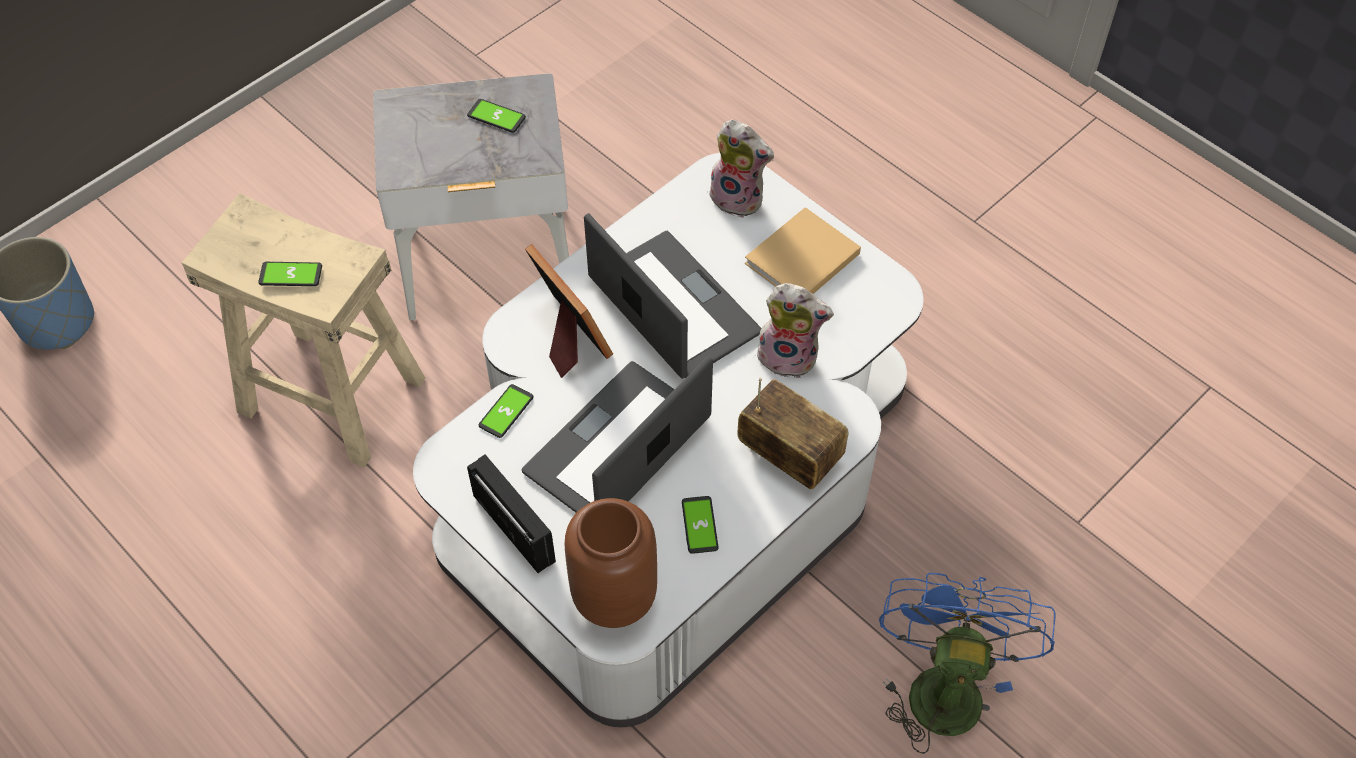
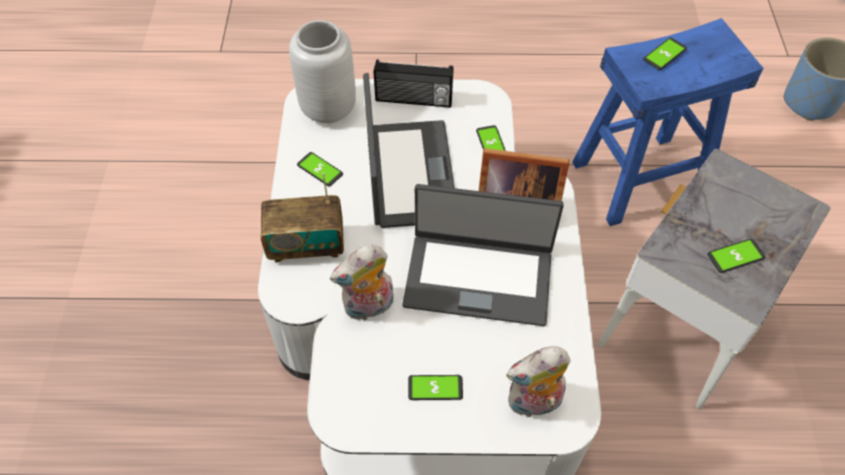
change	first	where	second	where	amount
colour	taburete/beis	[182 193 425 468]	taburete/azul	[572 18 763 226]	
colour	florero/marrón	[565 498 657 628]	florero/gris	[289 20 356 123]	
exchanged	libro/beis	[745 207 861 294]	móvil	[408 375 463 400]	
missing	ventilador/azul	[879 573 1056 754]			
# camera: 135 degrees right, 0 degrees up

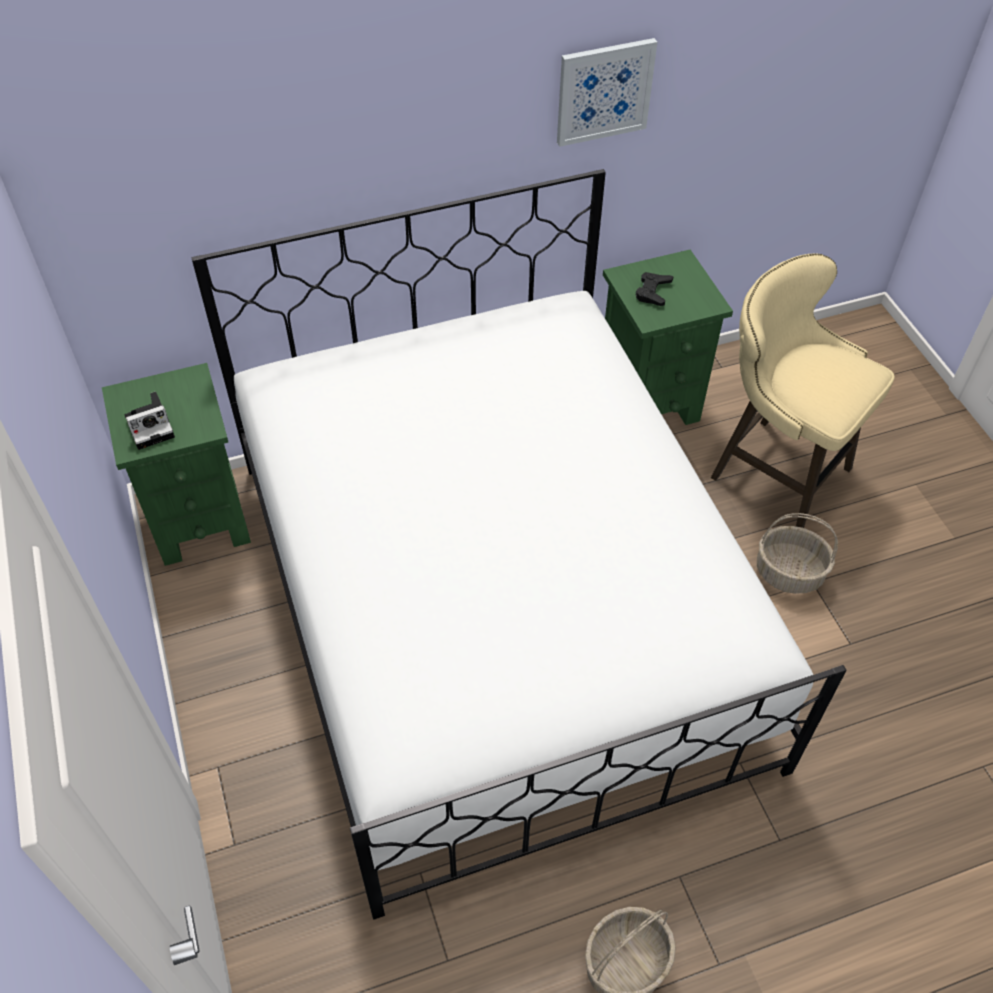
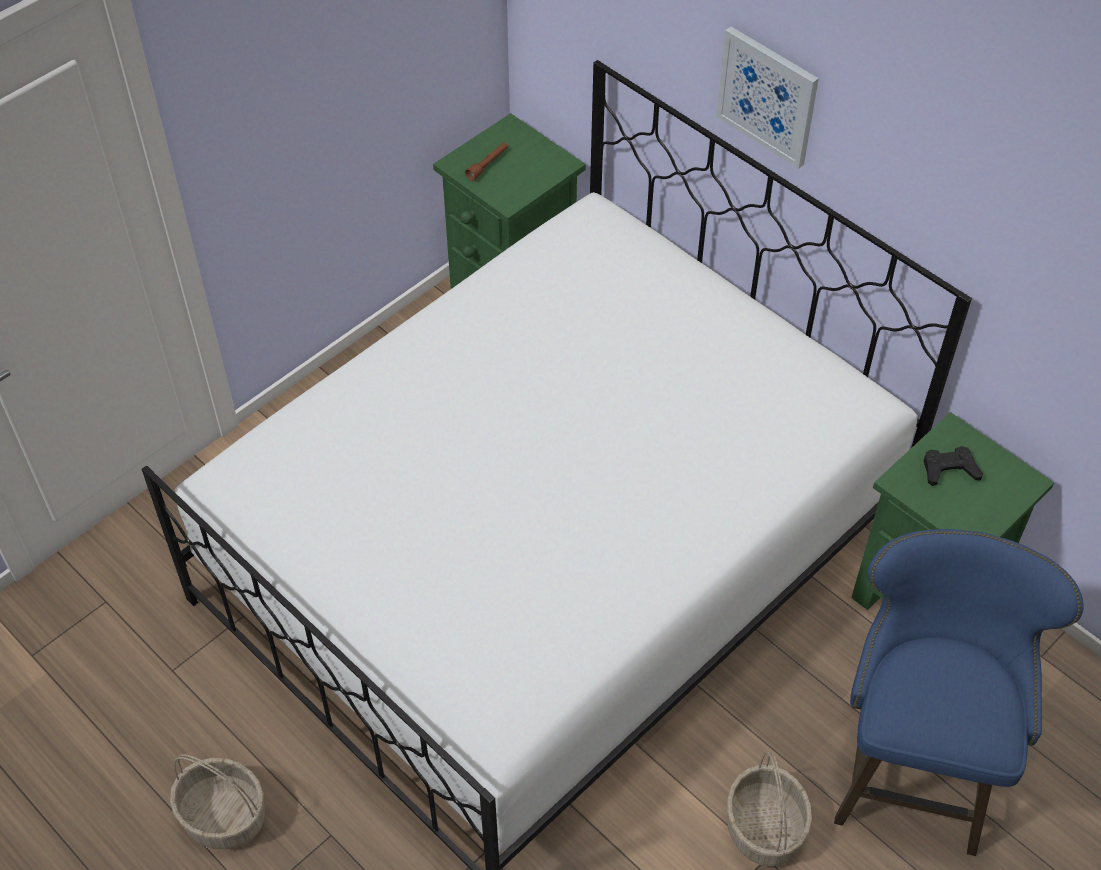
change	first	where	second	where	amount
exchanged	cámara	[125 392 175 450]	linterna/marrón	[465 142 508 181]	
relocated	cuadro	[557 38 657 147]		[716 27 819 169]	
colour	taburete/beis	[711 253 895 528]	taburete/azul	[834 529 1084 856]	
# camera: 65 degrees right, 0 degrees up

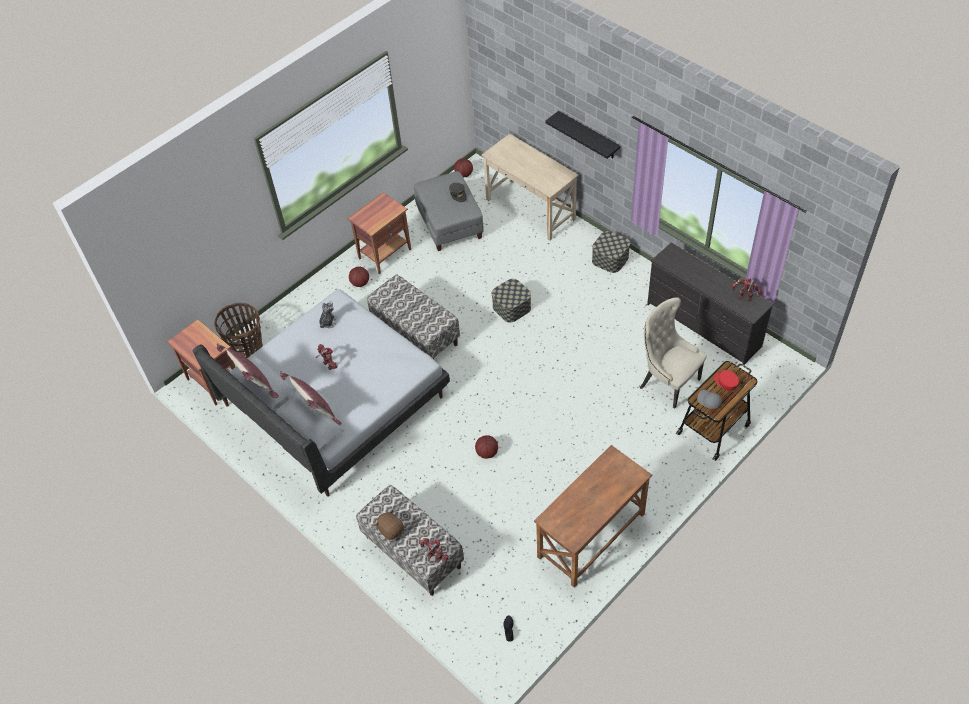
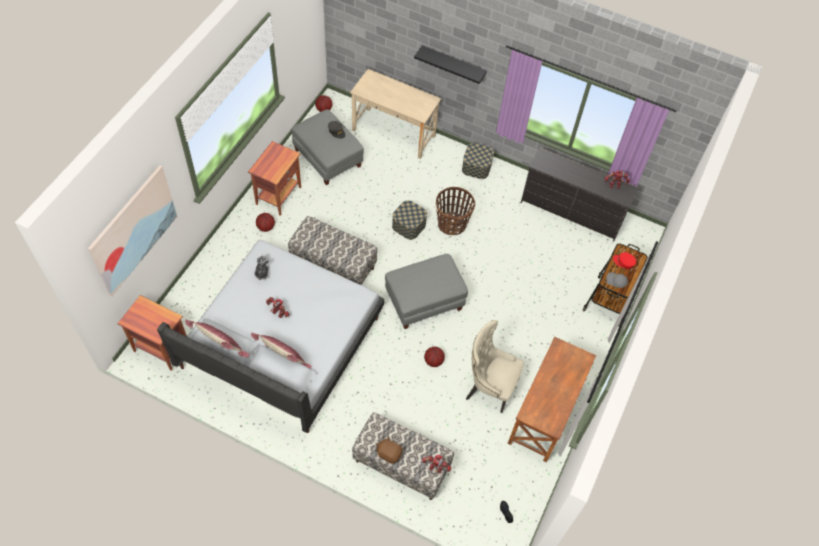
change	first	where	second	where	amount
relocated	cesta	[214 303 263 358]		[436 187 475 235]	
relocated	silla/beis	[640 297 707 408]		[466 320 524 413]	
appeared			cuadro	[88 165 177 296]	
appeared			puf/gris	[385 254 468 329]	
# camera: 25 degrees left, 5 degrees up

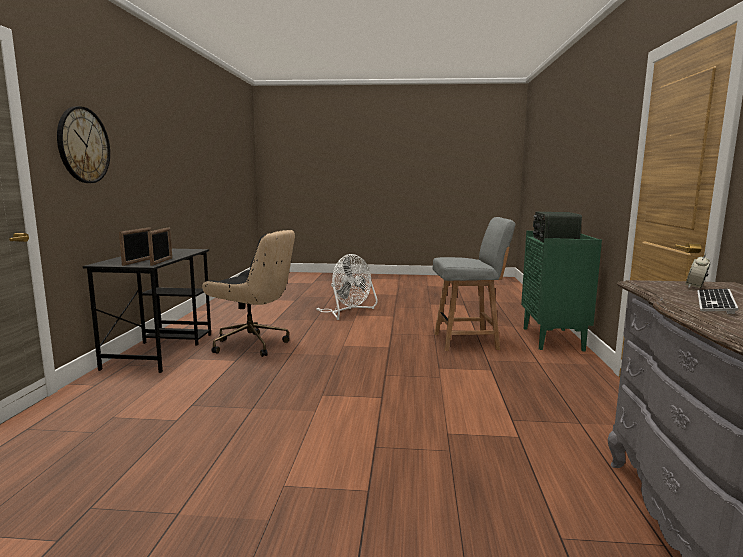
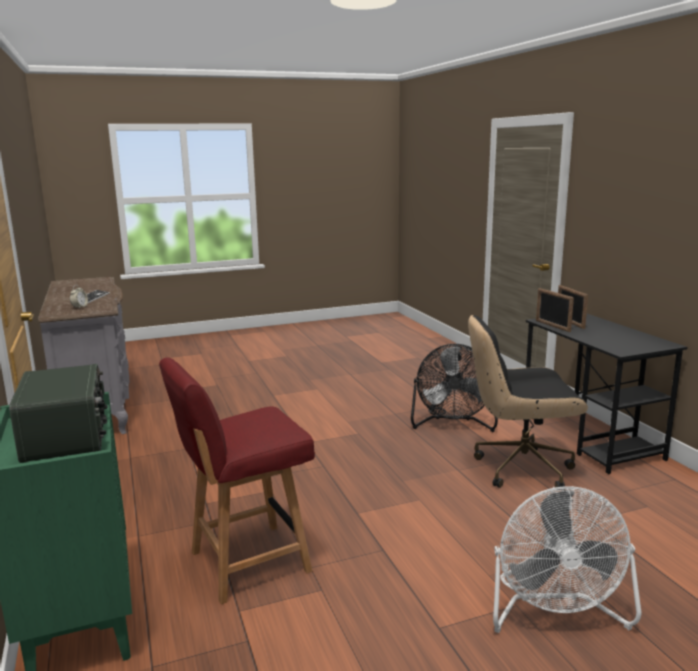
change	first	where	second	where	amount
missing	reloj de pared	[57 106 110 183]			
spun	ventilador/blanco	[316 254 378 320]		[493 486 642 633]	105 degrees counterclockwise
colour	silla/gris	[432 217 515 351]	silla/rojo	[159 357 315 604]	
appeared			ventilador/negro	[411 344 498 432]	
# camera: 155 degrees right, 5 degrees up

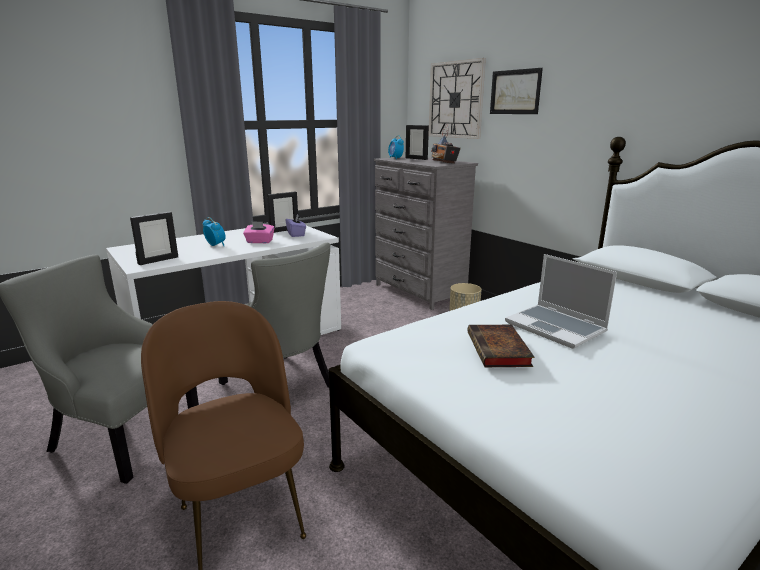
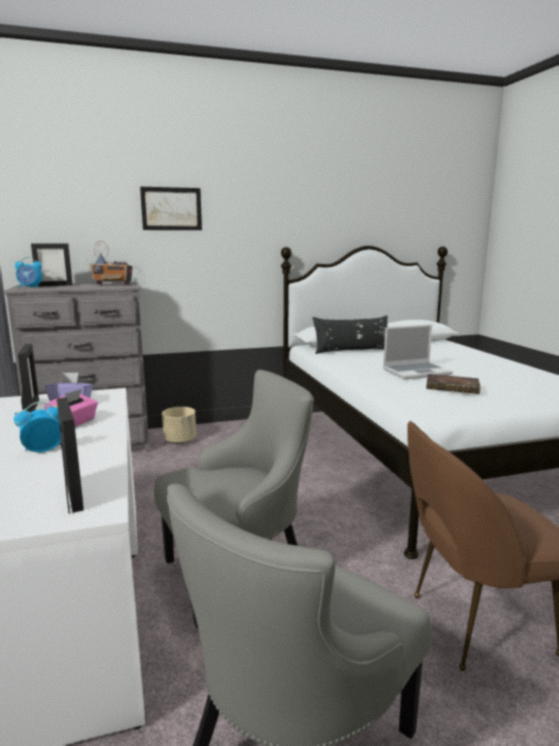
change	first	where	second	where	amount
missing	reloj de pared	[428 58 486 139]			
appeared			cojín/negro	[313 315 388 354]	
# camera: 70 degrees left, 5 degrees down

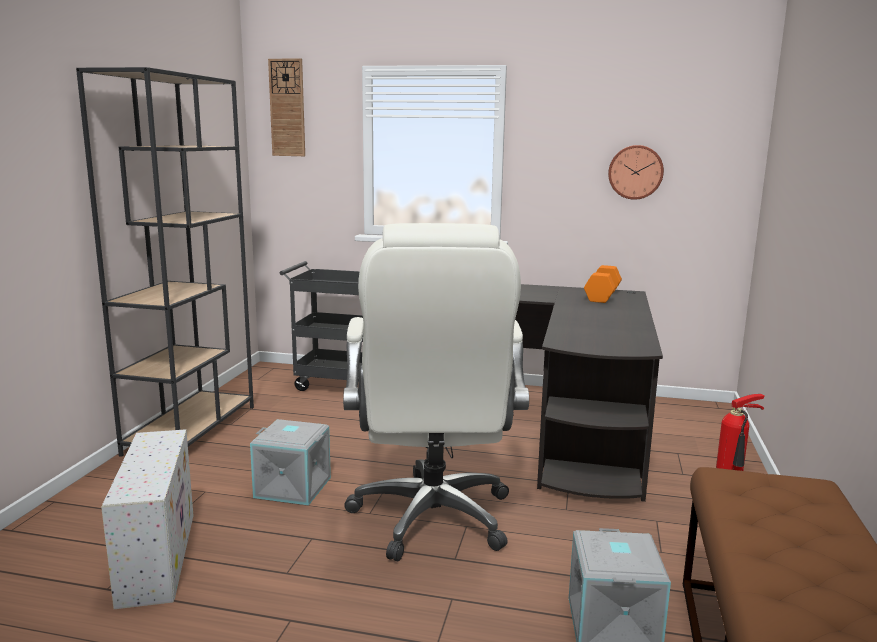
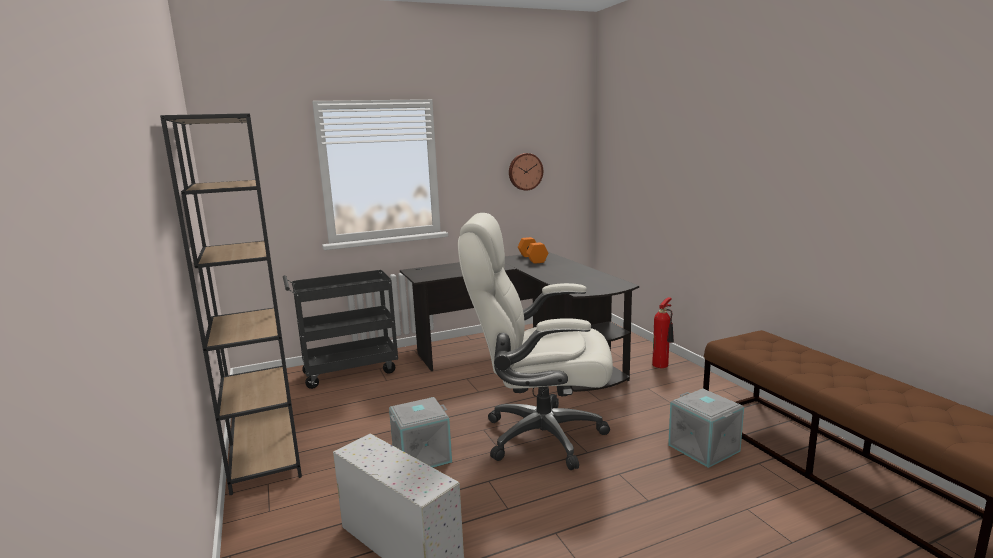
change	first	where	second	where	amount
missing	reloj de pared	[268 58 305 156]			
spun	silla de oficina/blanco	[343 223 529 562]		[458 213 613 470]	135 degrees clockwise
# camera: 35 degrees left, 0 degrees up

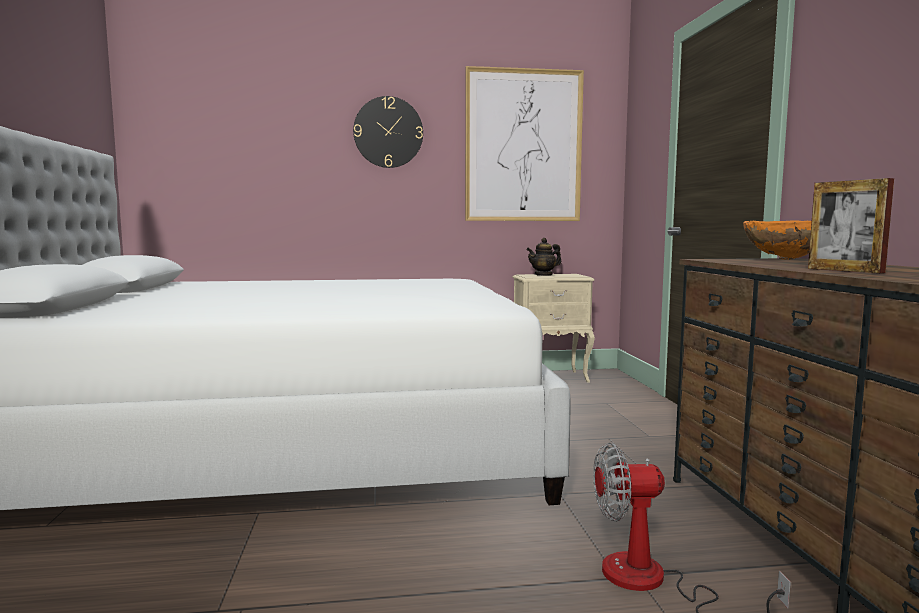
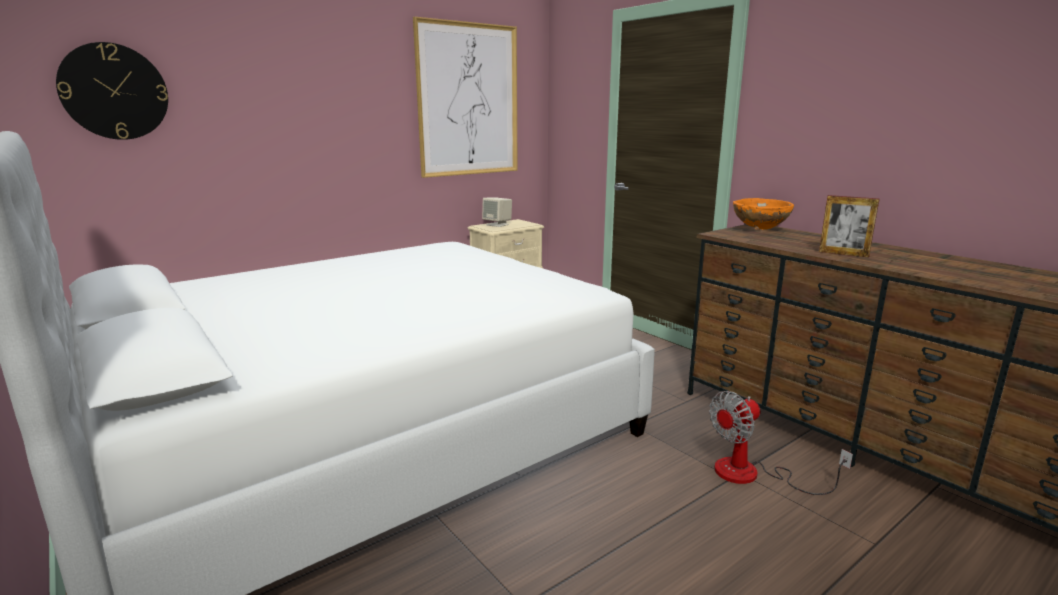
change	first	where	second	where	amount
relocated	reloj de pared	[353 96 423 168]		[56 42 168 140]	
exchanged	tetera	[526 238 561 276]	altavoz/beis	[482 198 512 227]	
# camera: 30 degrees left, 10 degrees up

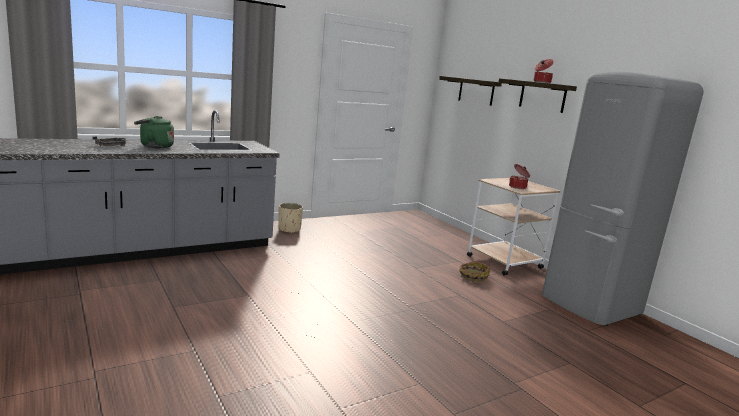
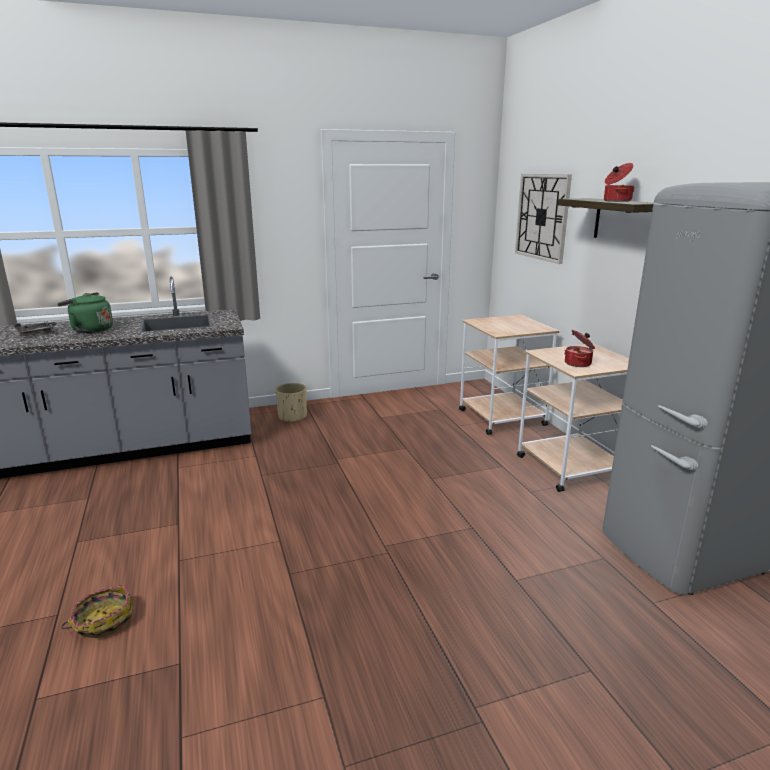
change	first	where	second	where	amount
exchanged	estante	[439 76 502 106]	reloj de pared	[515 174 572 264]	
relocated	cesta	[459 261 490 282]		[61 585 133 638]	
appeared			carrito/beis	[459 315 559 435]	
# camera: 15 degrees right, 5 degrees up

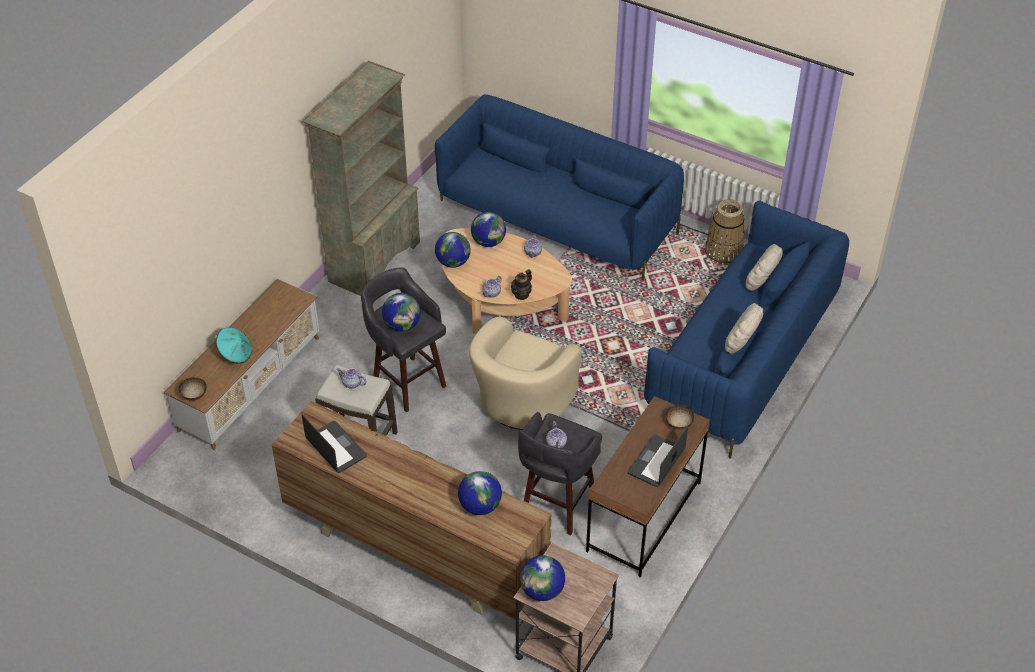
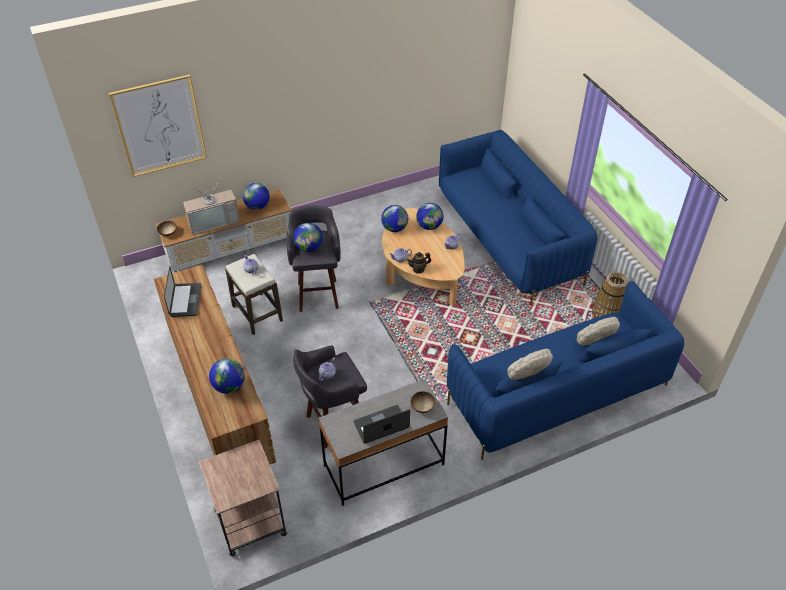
change	first	where	second	where	amount
exchanged	sombrero/turquesa	[214 328 252 364]	televisor	[183 176 240 235]	
missing	estantería/verde	[301 61 420 296]			
missing	sillón/beis	[469 317 582 430]			
relocated	globo terráqueo	[520 555 565 601]		[243 183 270 210]	
colour	escritorio/marrón	[586 396 710 578]	escritorio/gris	[319 379 448 506]	
appeared			cuadro	[109 75 207 177]	
# camera: 35 degrees right, 0 degrees up

